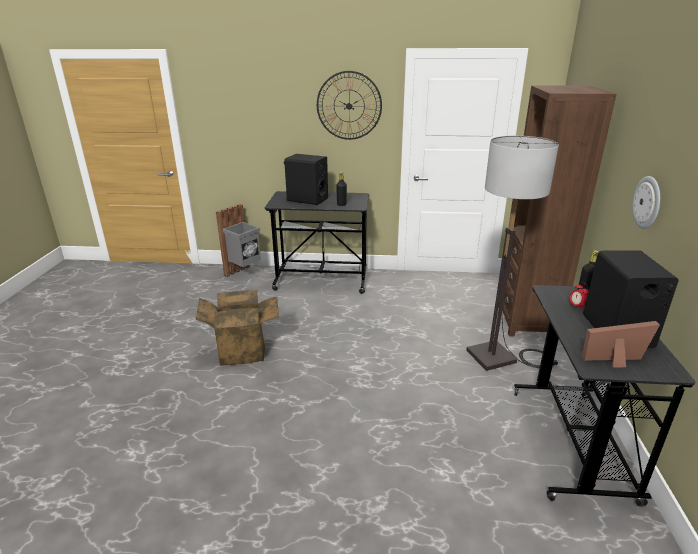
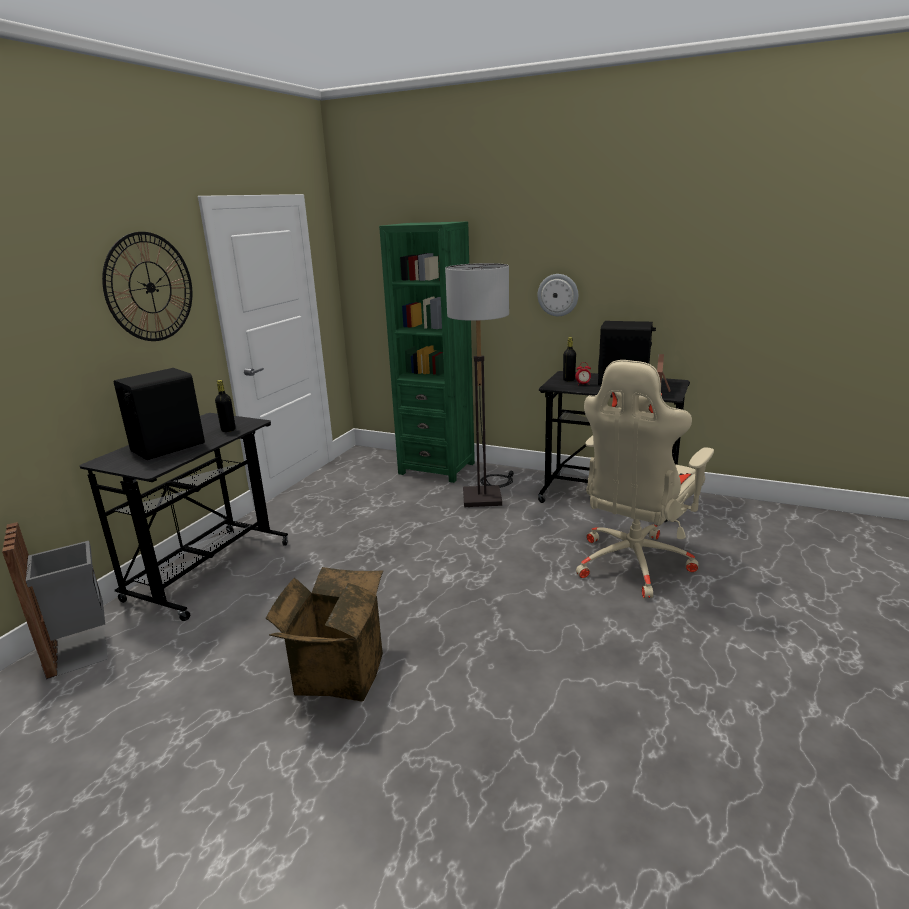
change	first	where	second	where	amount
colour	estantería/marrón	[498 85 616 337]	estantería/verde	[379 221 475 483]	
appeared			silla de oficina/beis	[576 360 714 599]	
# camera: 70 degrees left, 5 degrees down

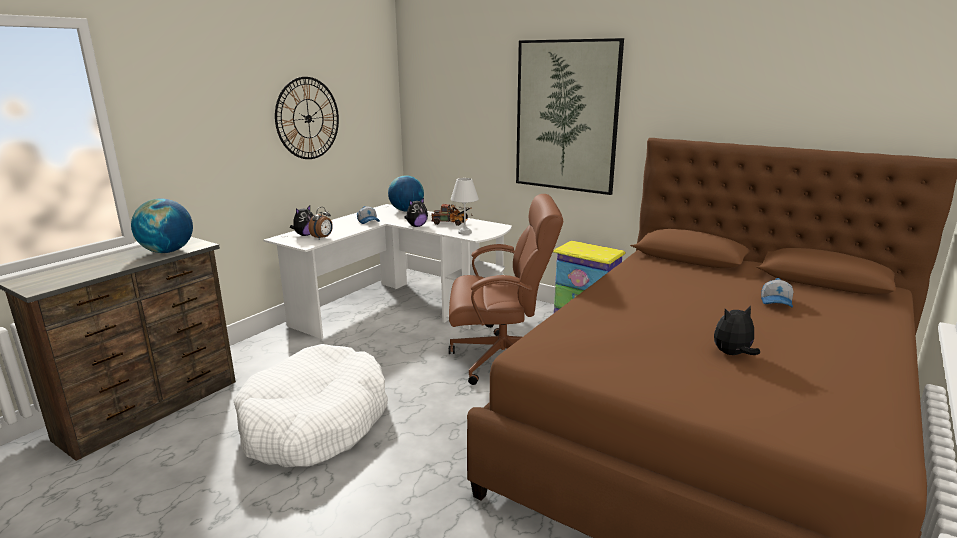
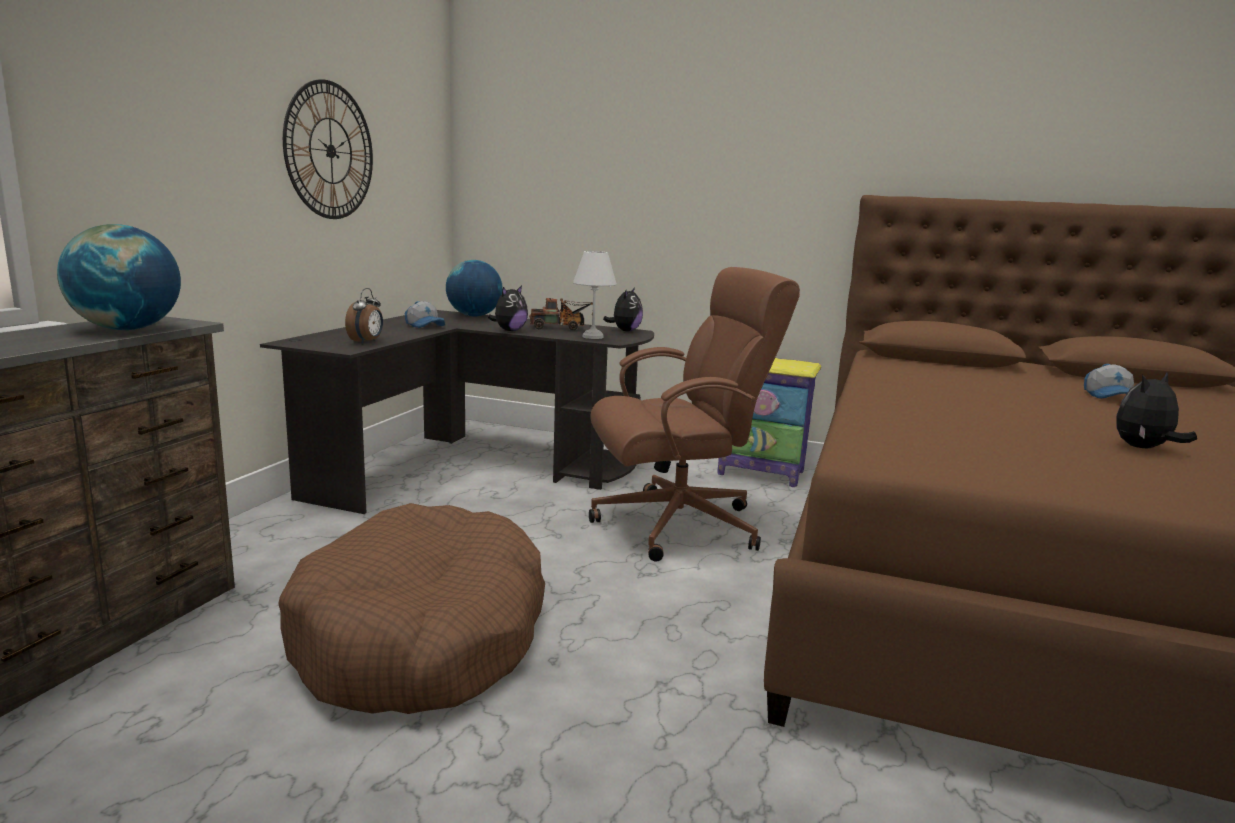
change	first	where	second	where	amount
colour	cama para perro/blanco	[234 344 388 467]	cama para perro/marrón	[278 503 545 714]	
colour	escritorio/blanco	[263 204 512 339]	escritorio/negro	[260 310 654 514]	
relocated	peluche	[290 206 314 236]		[603 287 643 332]	
missing	cuadro	[516 38 624 195]			
# camera: 15 degrees left, 5 degrees down

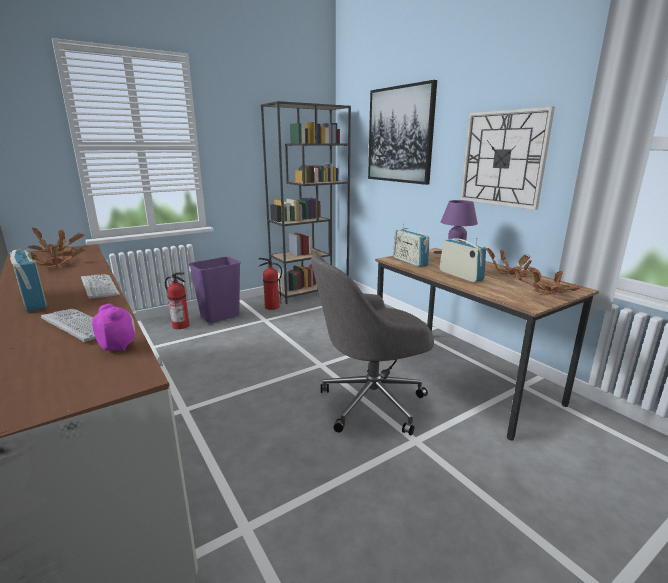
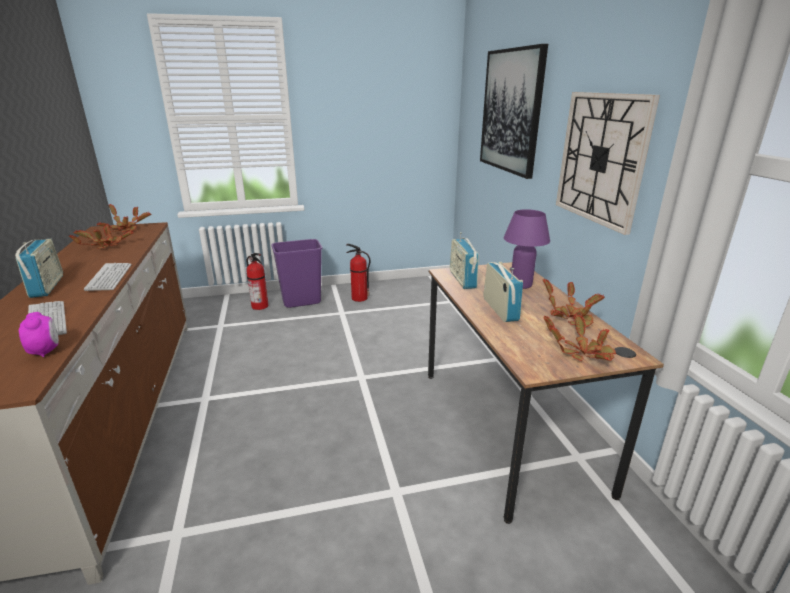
change	first	where	second	where	amount
missing	estantería	[261 101 351 304]			
missing	silla de oficina/gris	[311 254 434 435]			
# camera: 20 degrees right, 5 degrees up

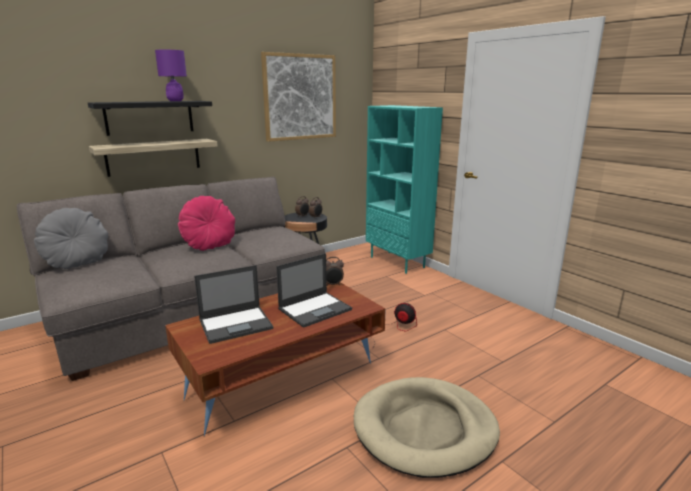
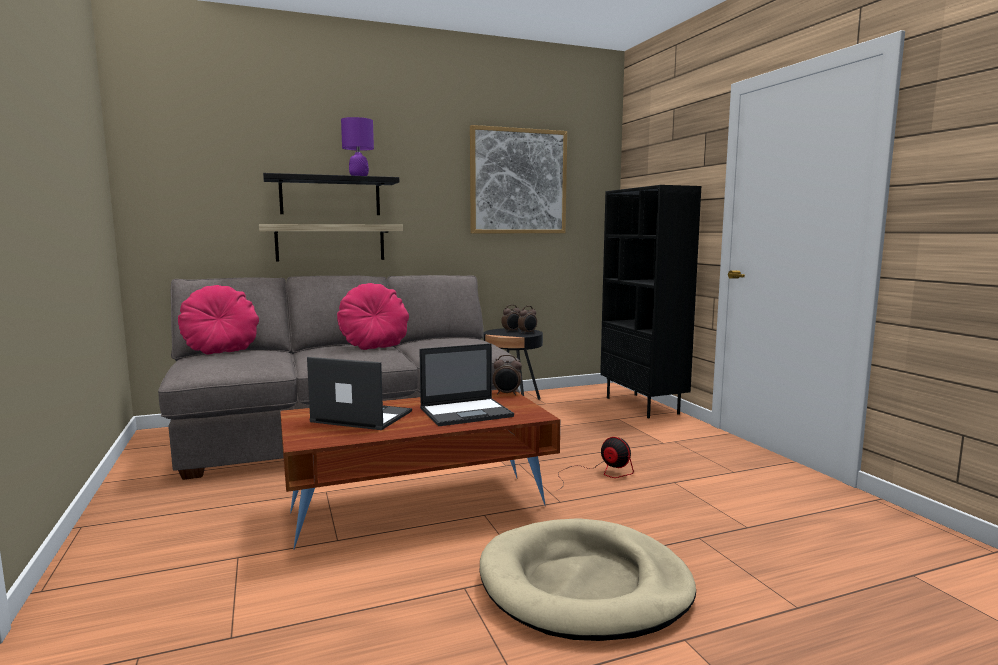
change	first	where	second	where	amount
colour	cojín/gris	[34 208 108 269]	cojín/rosa	[178 285 259 354]	
spun	portátil	[194 265 273 344]		[307 357 412 430]	150 degrees counterclockwise
colour	estantería/turquesa	[366 105 443 274]	estantería/negro	[600 185 701 418]	
# camera: 15 degrees right, 10 degrees down

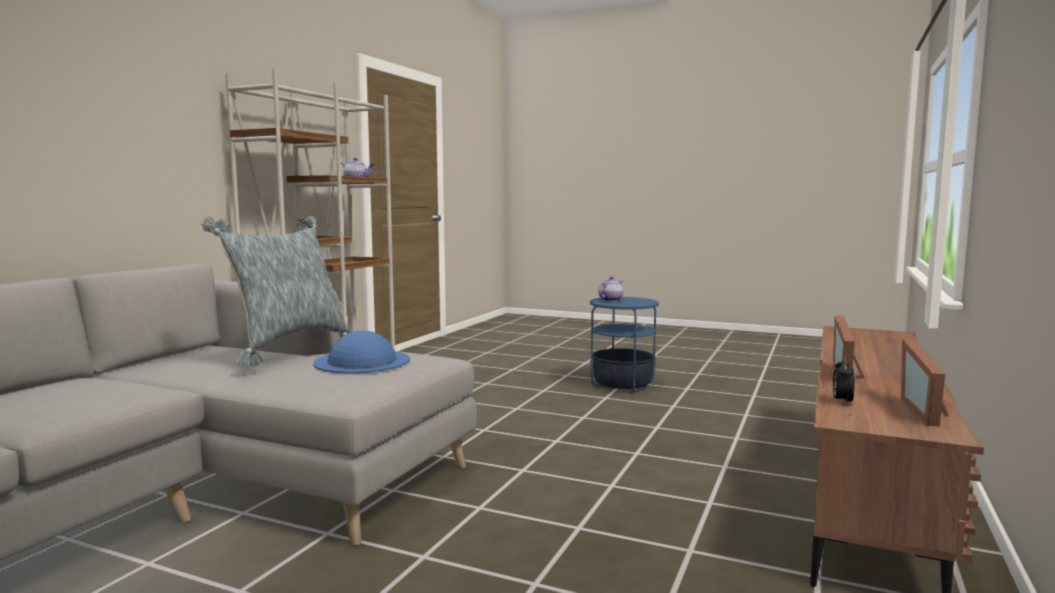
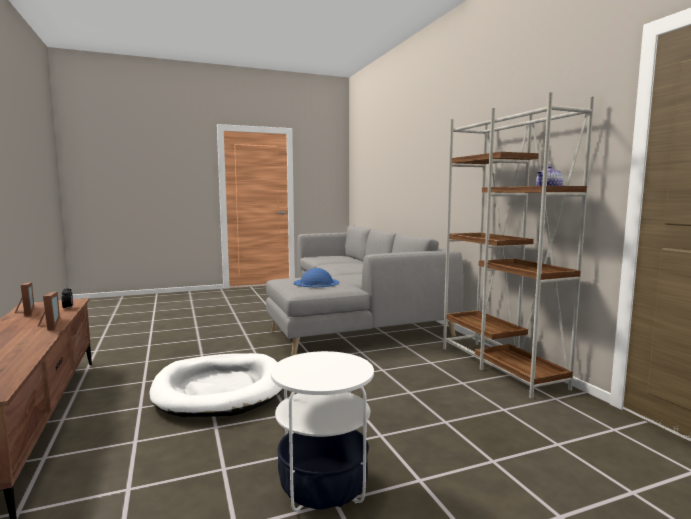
change	first	where	second	where	amount
missing	cojín	[201 216 351 368]			
colour	mesa auxiliar/azul	[590 297 659 393]	mesa auxiliar/blanco	[271 351 374 512]	
missing	tetera	[598 276 623 302]			
appeared			cama para perro/blanco	[149 353 283 417]	
# camera: 135 degrees right, 0 degrees up

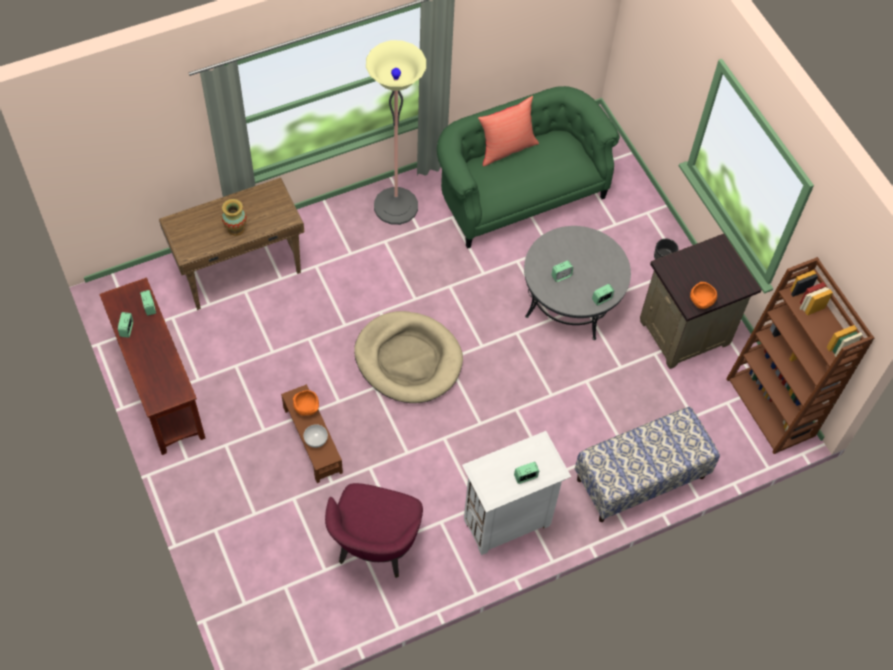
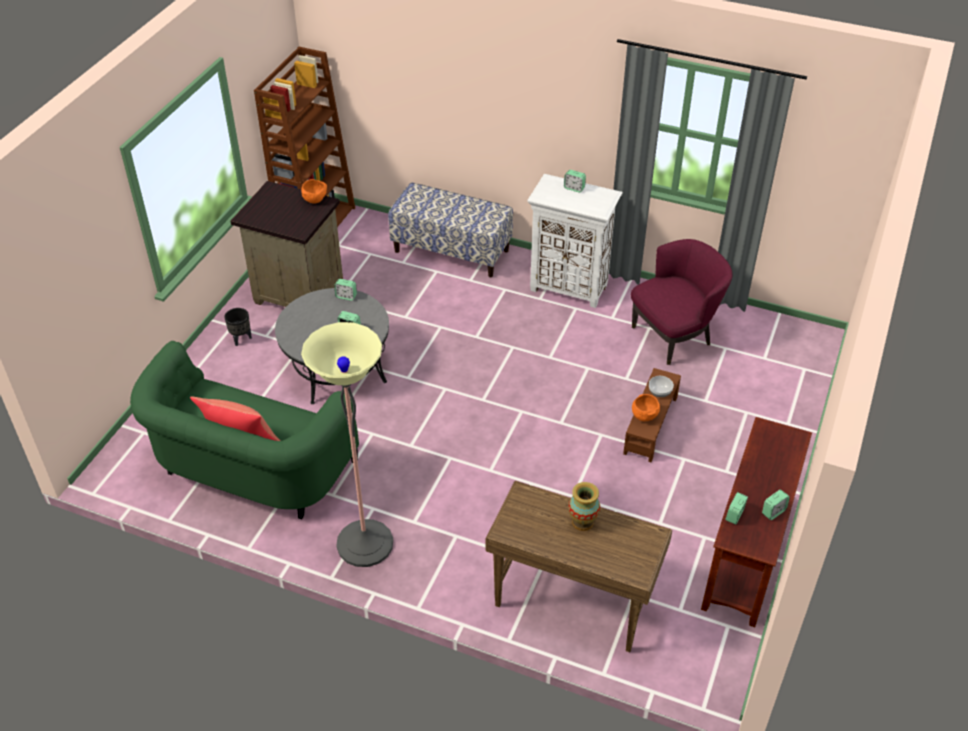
change	first	where	second	where	amount
missing	cama para perro/beis	[354 311 463 403]			
# camera: 130 degrees left, 15 degrees down

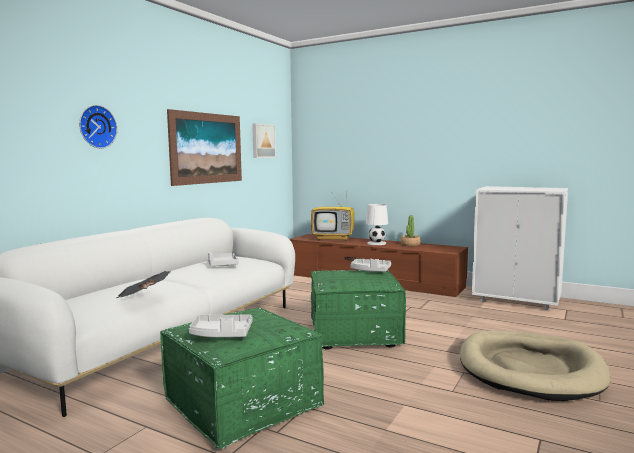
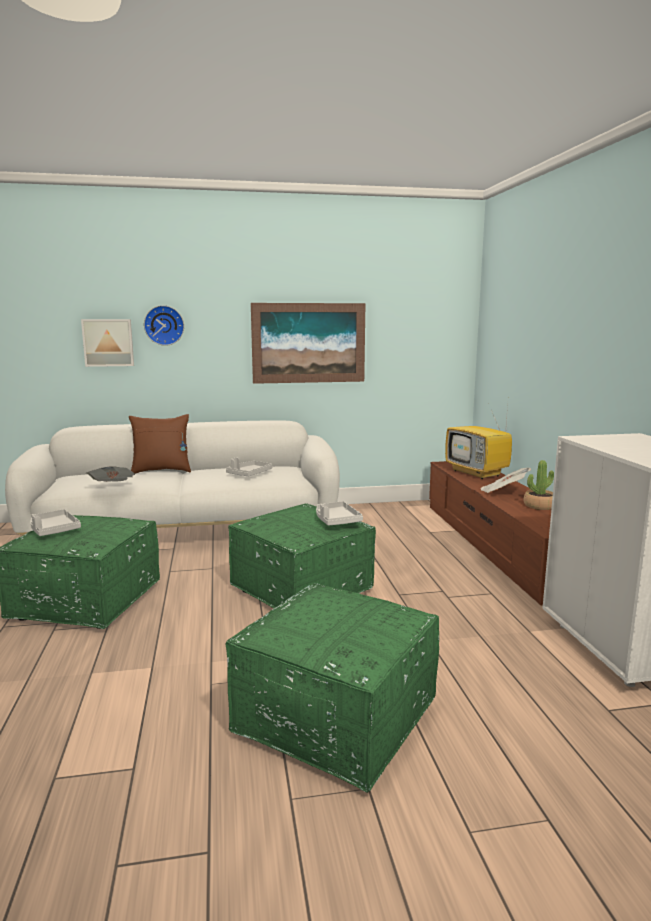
change	first	where	second	where	amount
relocated	cuadro	[252 123 276 158]		[81 319 134 367]	
exchanged	lámpara de mesa/blanco	[366 204 388 245]	periódico	[480 468 531 493]	
exchanged	cama para perro/beis	[460 331 610 401]	puf/verde	[226 583 439 793]	
appeared			cojín/marrón	[129 414 191 474]	
# camera: 50 degrees right, 5 degrees up

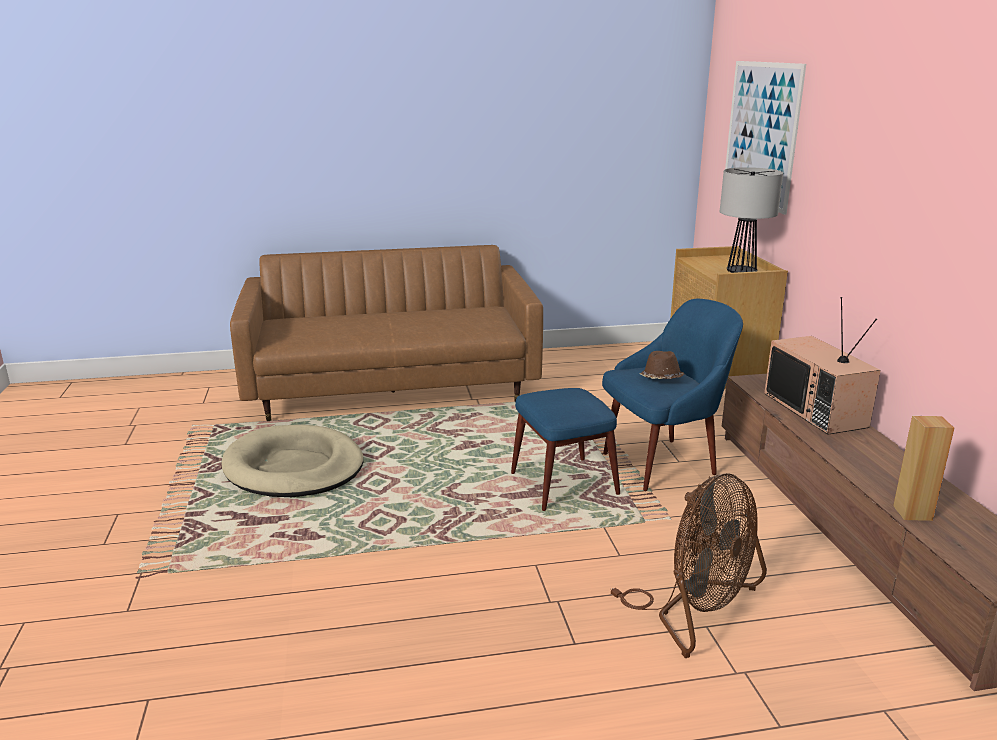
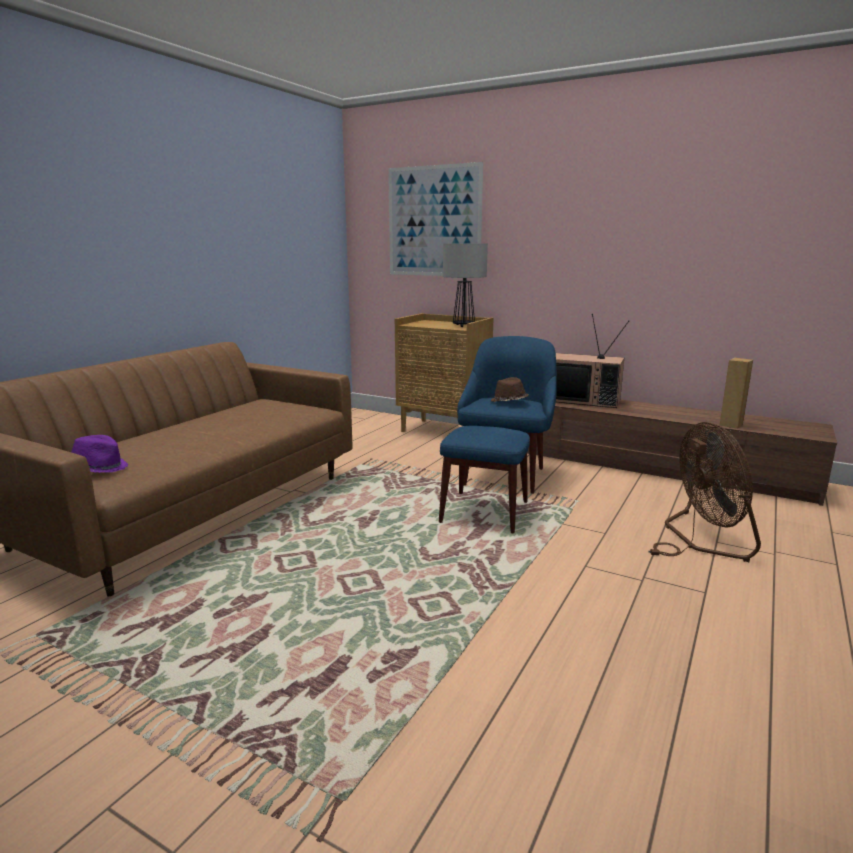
change	first	where	second	where	amount
missing	cama para perro/beis	[221 425 364 497]			
appeared			sombrero/morado	[71 435 128 473]	
# camera: 50 degrees left, 5 degrees down

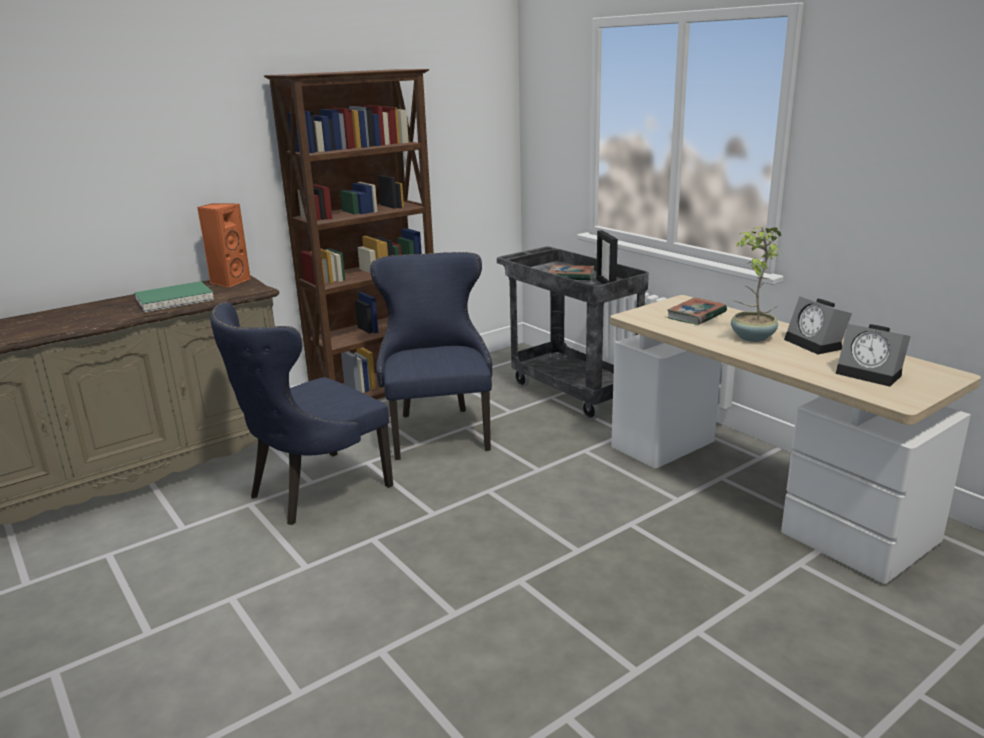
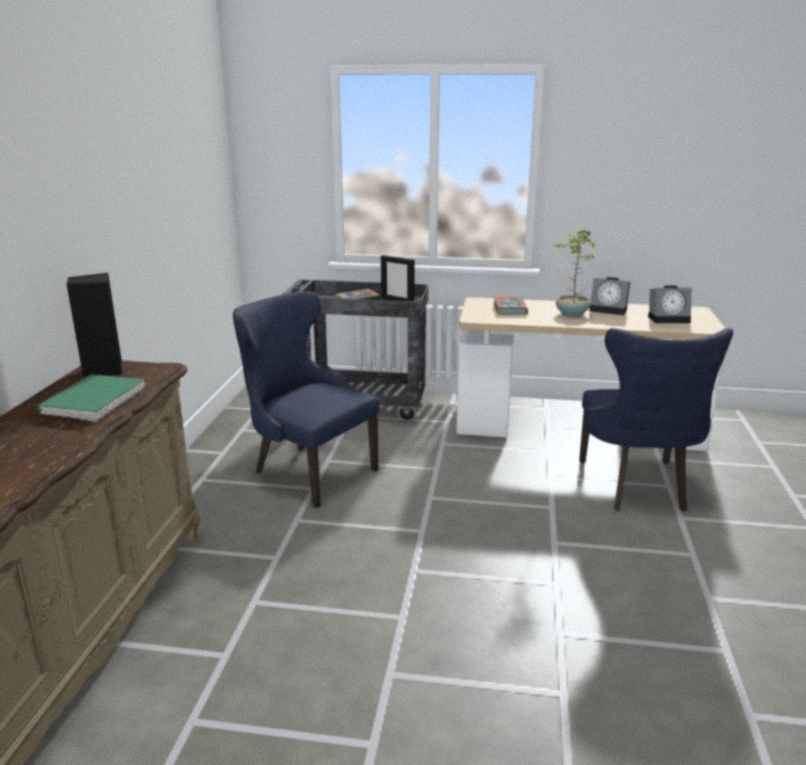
change	first	where	second	where	amount
colour	altavoz/naranja	[197 203 251 288]	altavoz/negro	[67 273 122 377]	
relocated	silla/azul	[210 302 393 525]		[579 328 733 511]	
missing	estantería/marrón	[264 69 434 399]			
# camera: 45 degrees left, 0 degrees up

